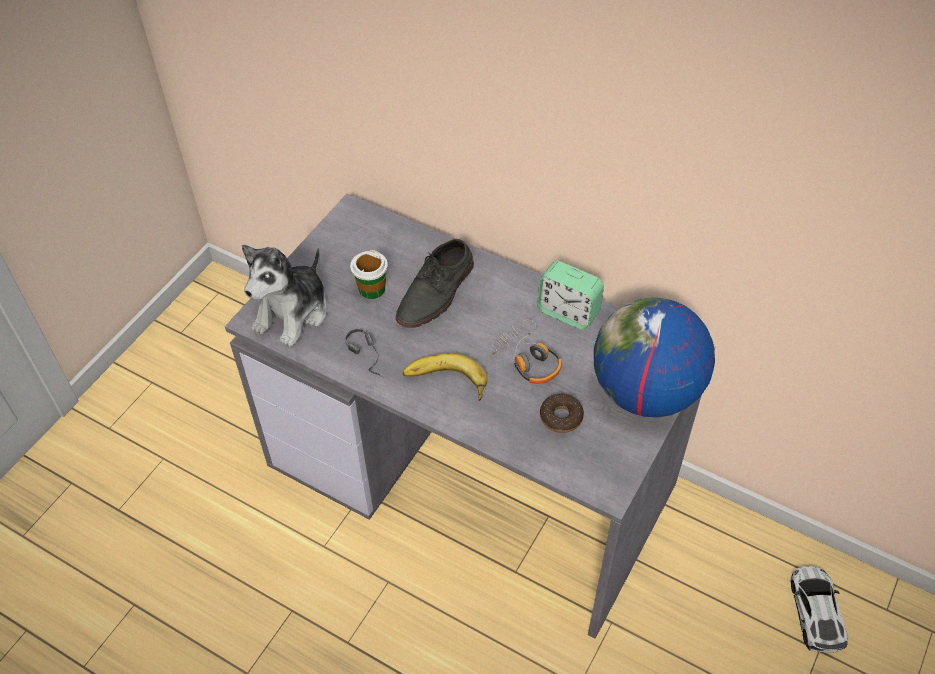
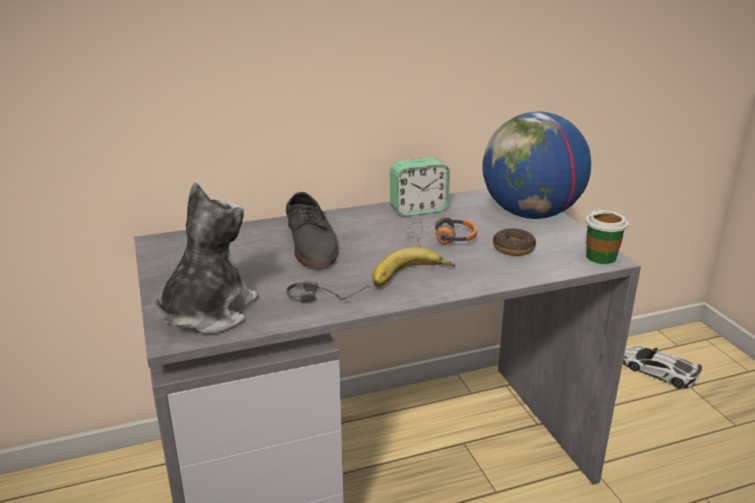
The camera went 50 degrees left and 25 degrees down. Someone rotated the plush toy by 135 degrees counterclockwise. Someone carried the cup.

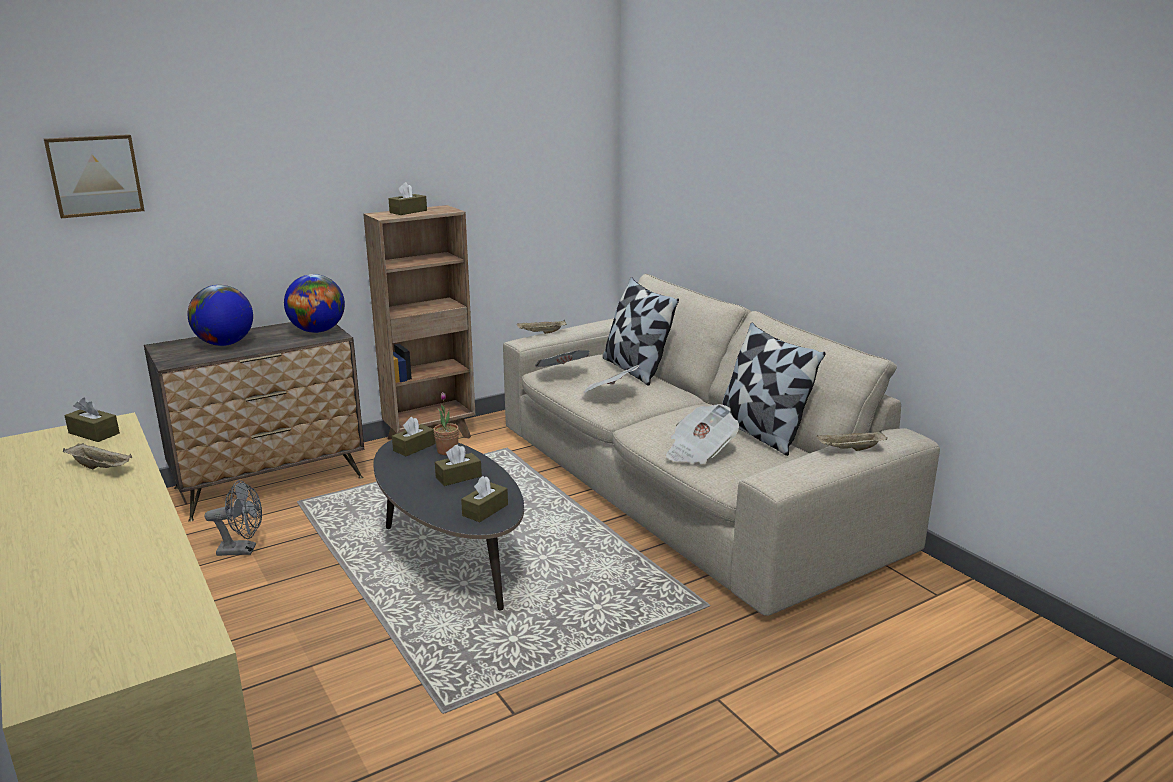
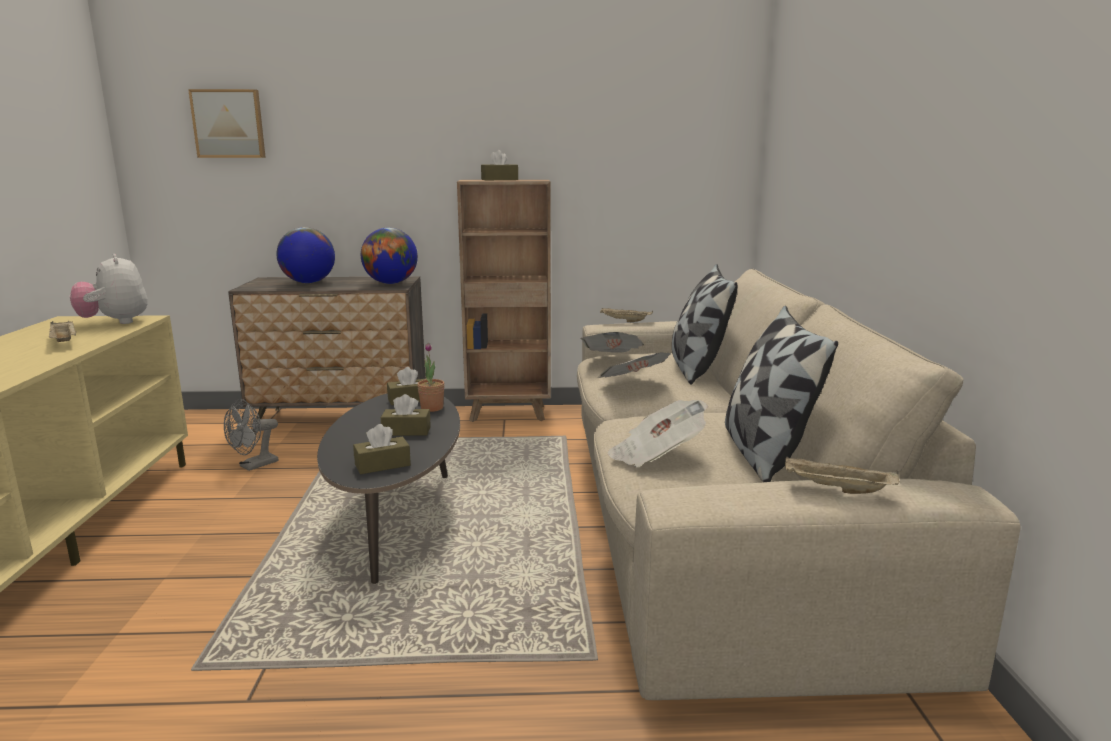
The camera went 30 degrees right and 5 degrees down. Someone swapped the brown tissue box (1st from left) for the plush toy. Someone rotated the grey fan by 105 degrees clockwise.

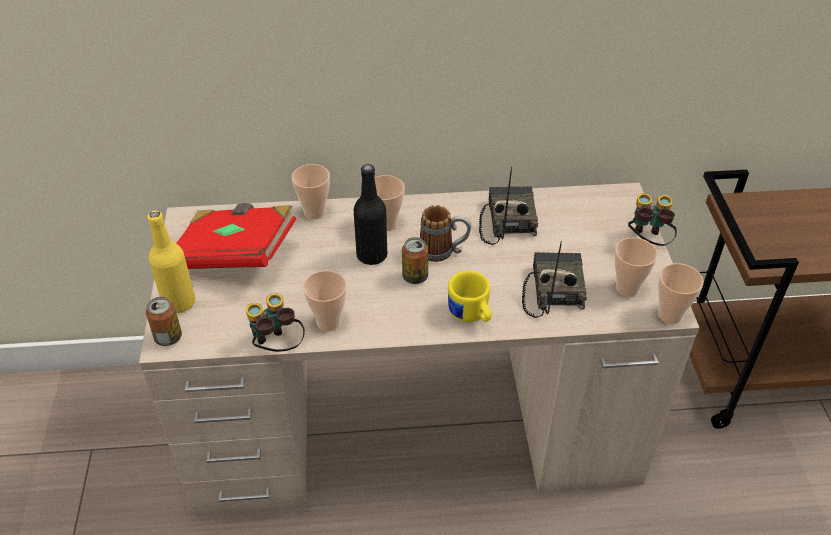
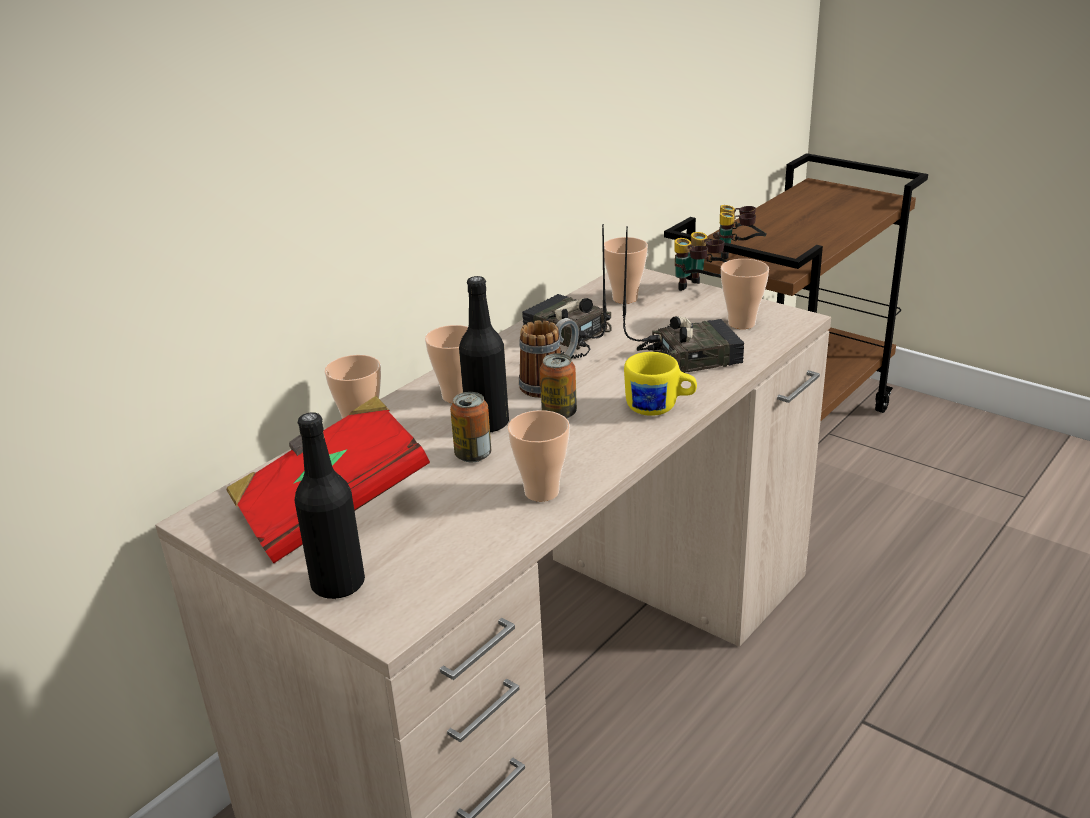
The camera went 45 degrees left and 15 degrees down. Someone carried the can (1st from left). Someone repainted the yellow bottle, which became the black bottle (1st from left). Someone carried the binoculars (1st from left in the first image). Someone rotated the radio (2nd from left) by 120 degrees clockwise. Someone carried the cup (5th from left in the first image).

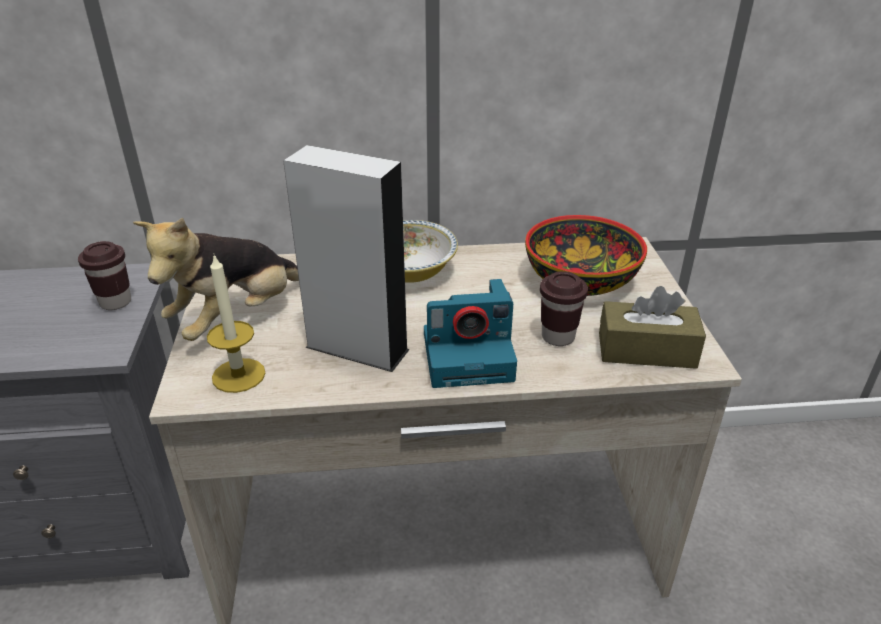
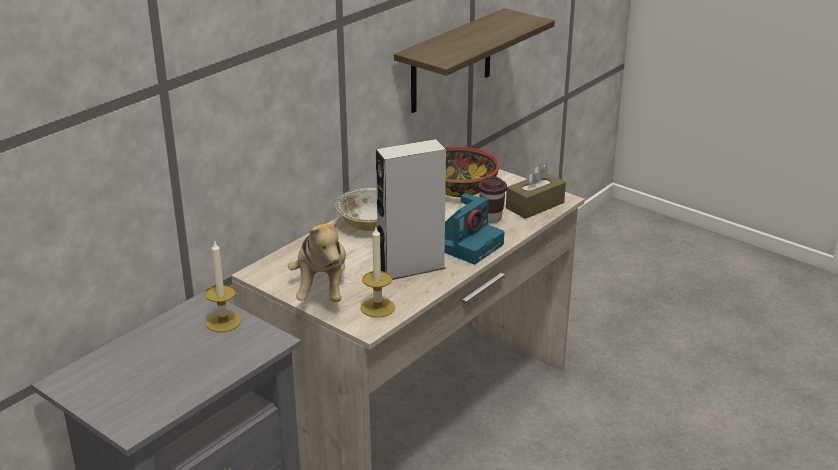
The camera went 45 degrees left and 5 degrees down. Someone swapped the brown cup (1st from left) for the candle (1st from left). Someone put up the shelf.

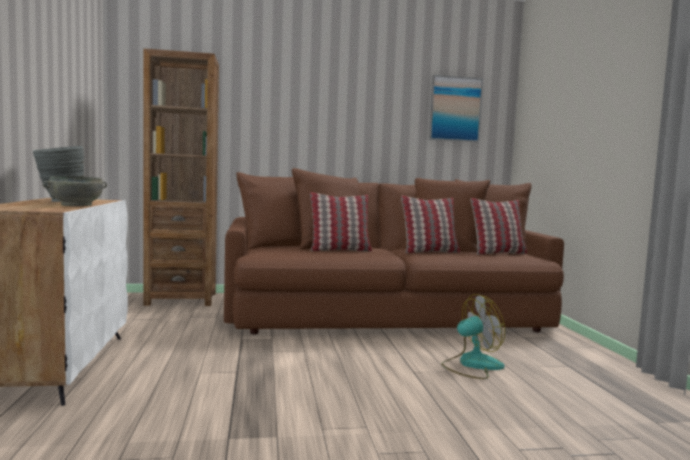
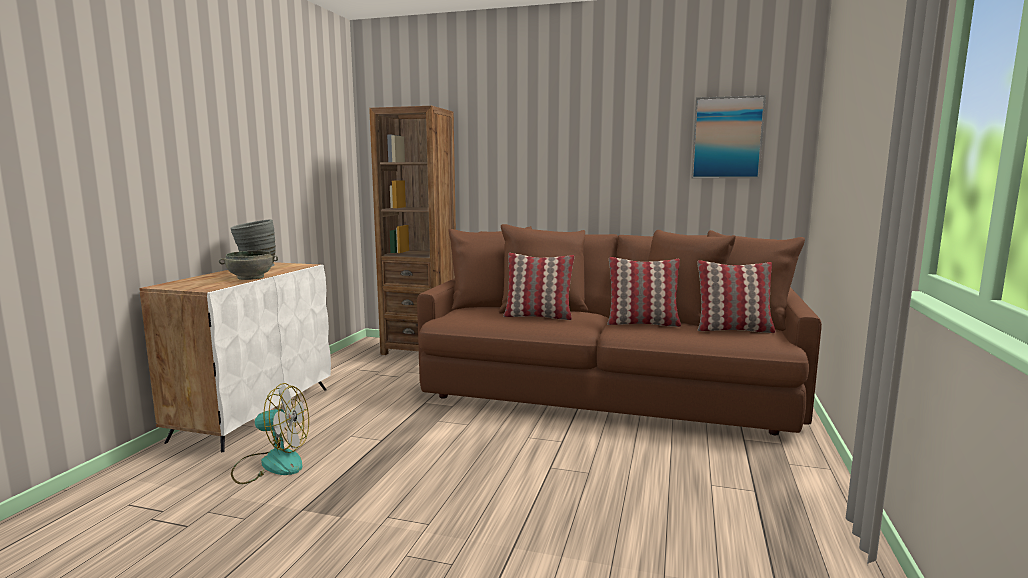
The camera went 25 degrees right and 5 degrees up. Someone carried the fan.

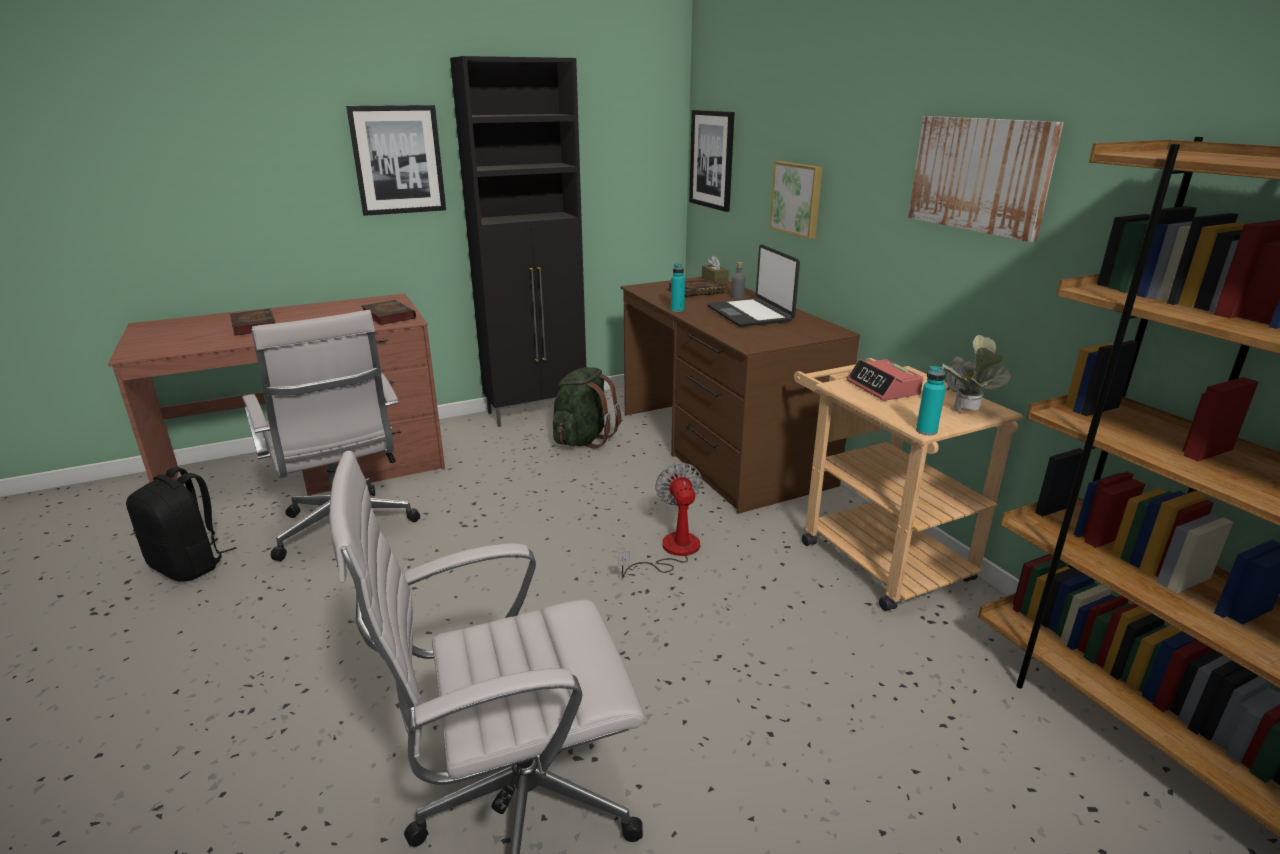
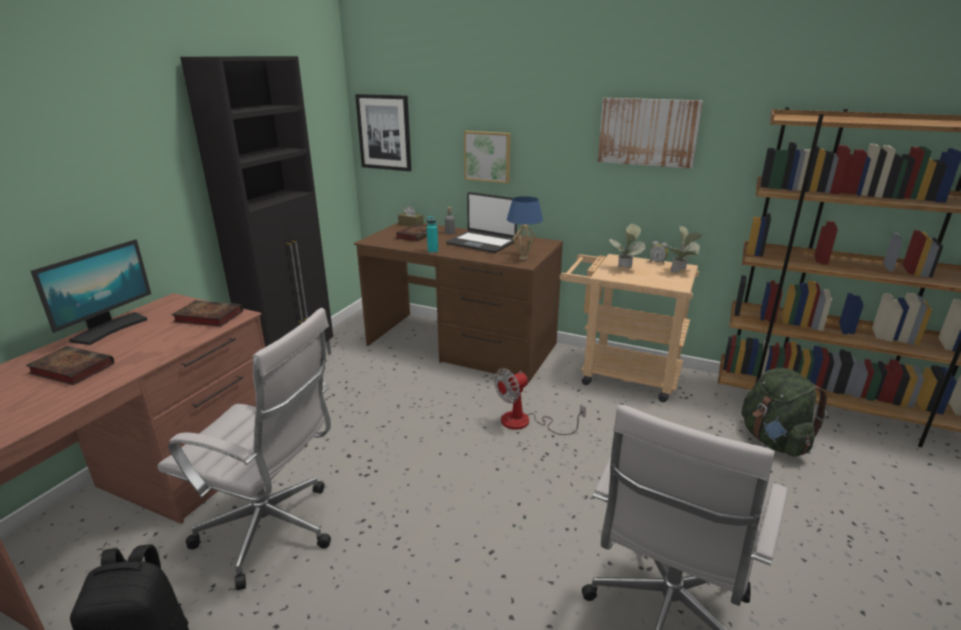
The camera went 40 degrees left and 0 degrees up. Someone took away the picture (1st from left). Someone carried the green backpack. Someone rotated the fan by 75 degrees counterclockwise. Someone swapped the alarm clock (1st from left) for the potted plant (1st from left). Someone took away the turquoise bottle (2nd from left). Someone put down the monitor. Someone put down the blue table lamp.

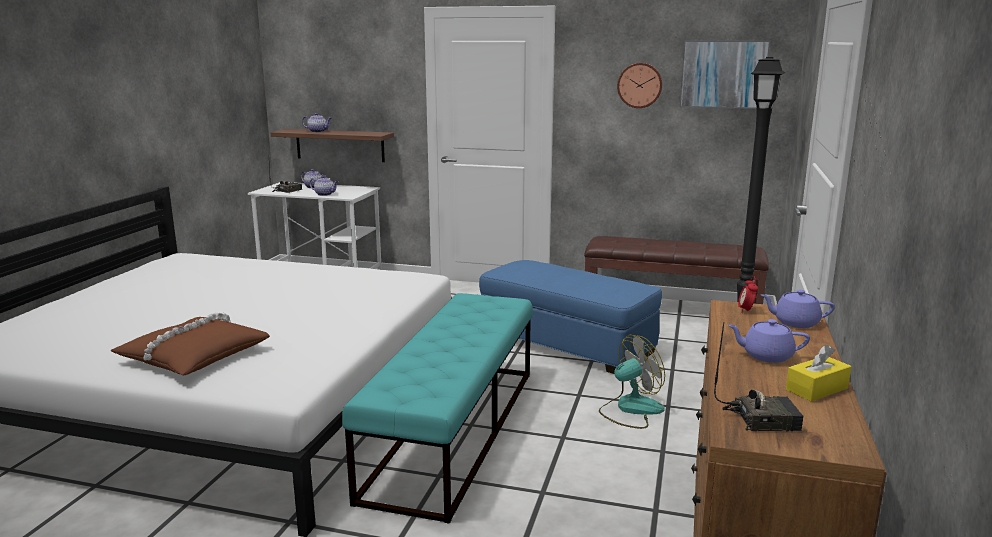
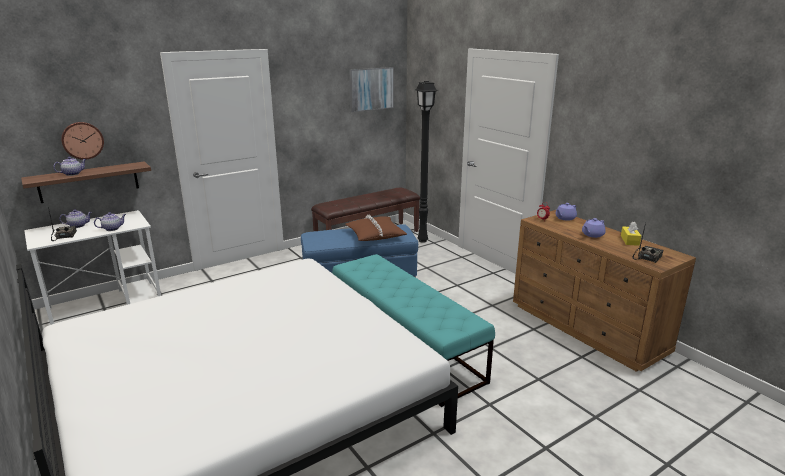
The camera went 50 degrees left and 5 degrees up. Someone carried the brown pillow. Someone took away the fan. Someone carried the wall clock.

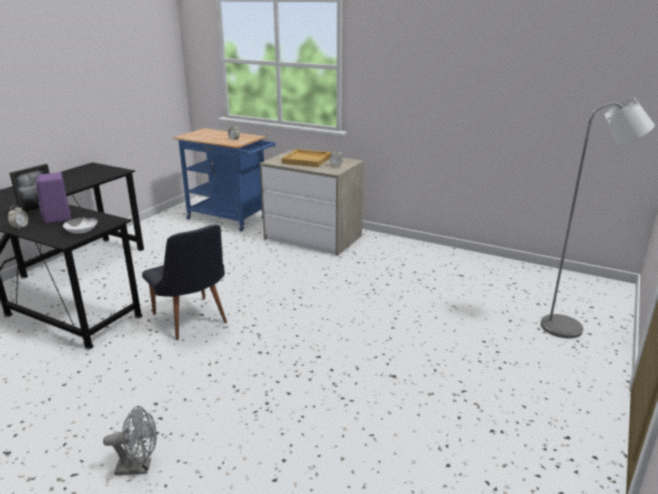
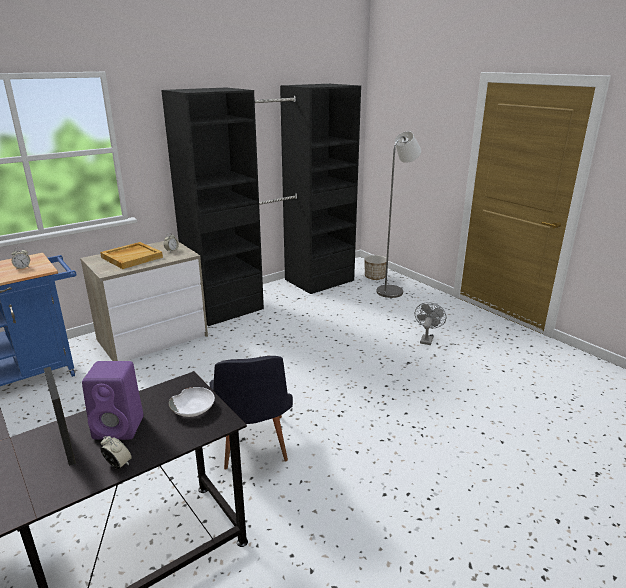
The camera went 65 degrees left and 0 degrees up. Someone carried the grey fan. Someone rotated the black chair by 90 degrees clockwise. Someone put down the black wardrobe. Someone put down the planter.

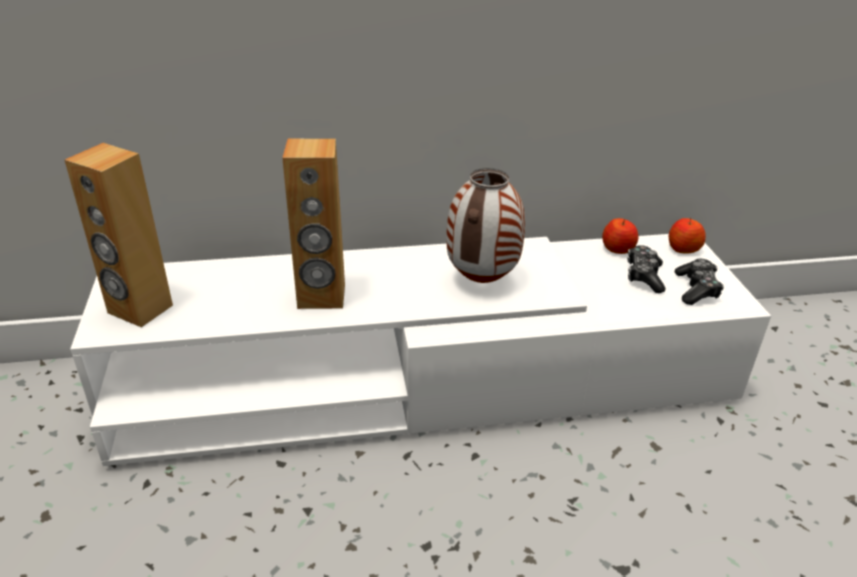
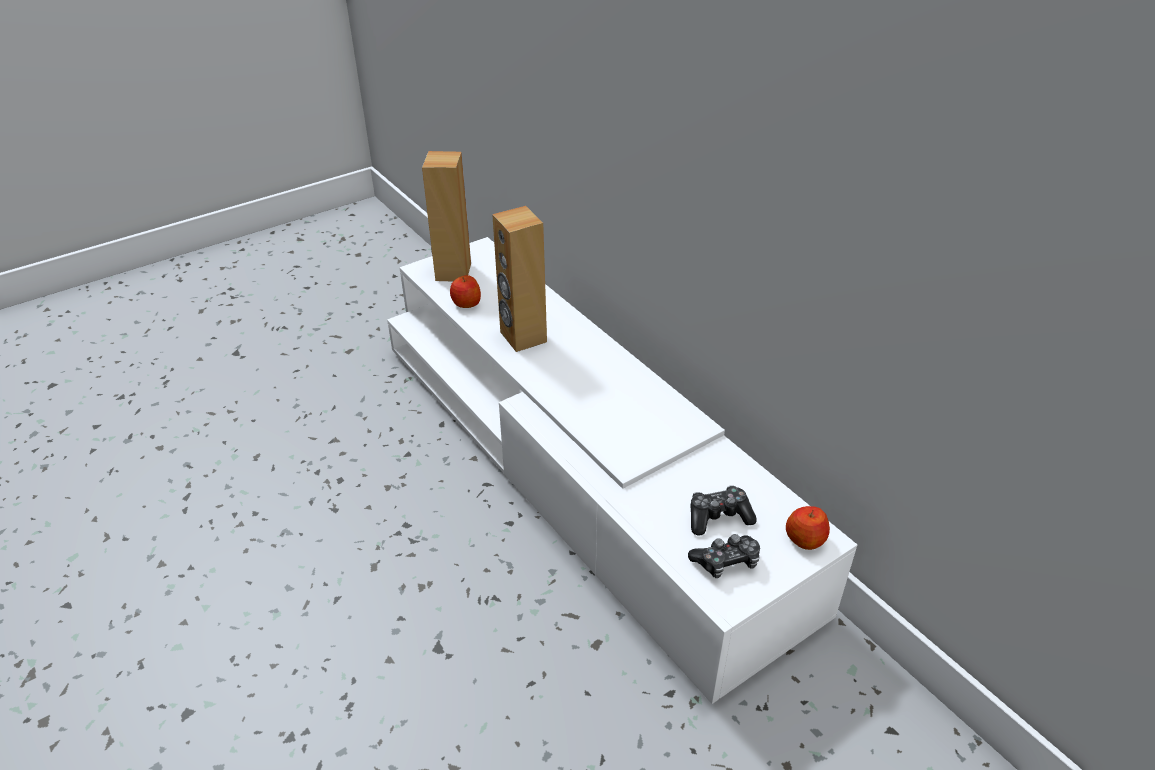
The camera went 65 degrees right and 5 degrees up. Someone took away the vase. Someone carried the apple (1st from left).

